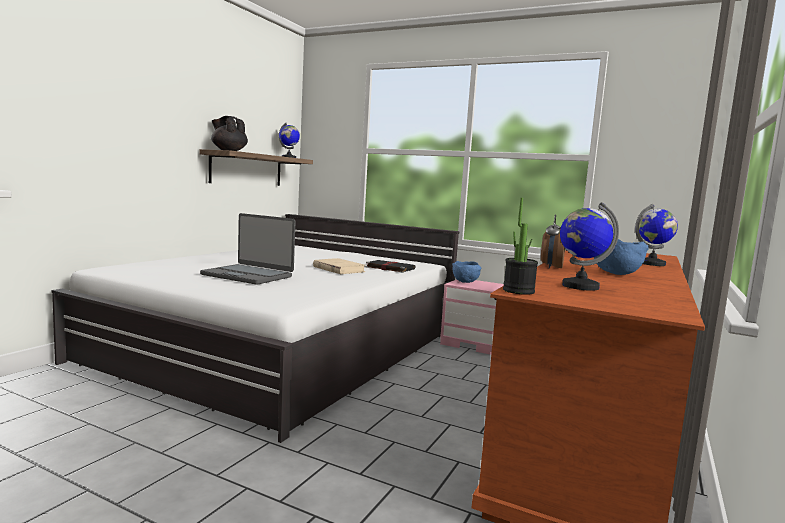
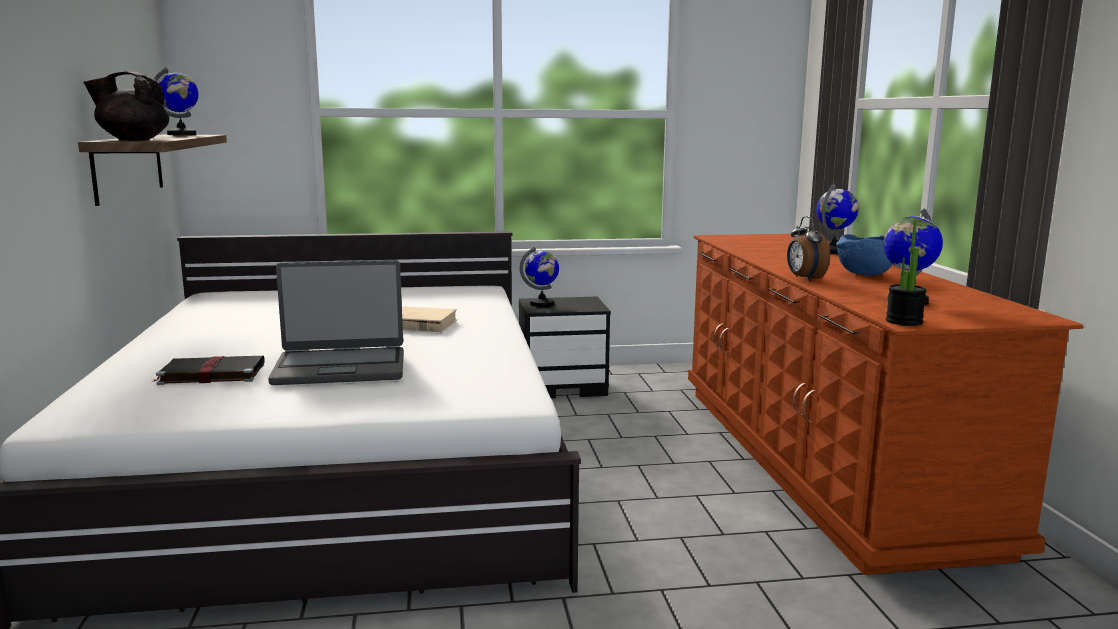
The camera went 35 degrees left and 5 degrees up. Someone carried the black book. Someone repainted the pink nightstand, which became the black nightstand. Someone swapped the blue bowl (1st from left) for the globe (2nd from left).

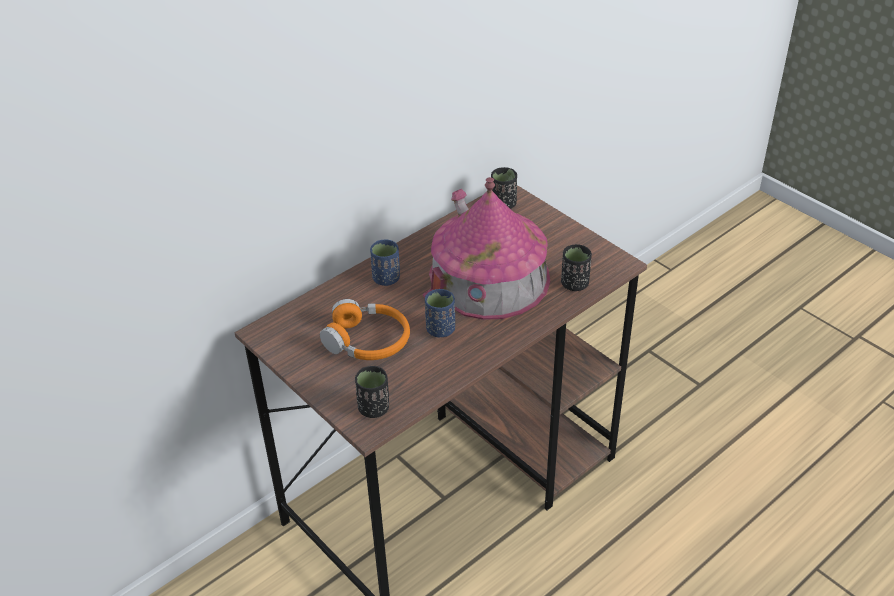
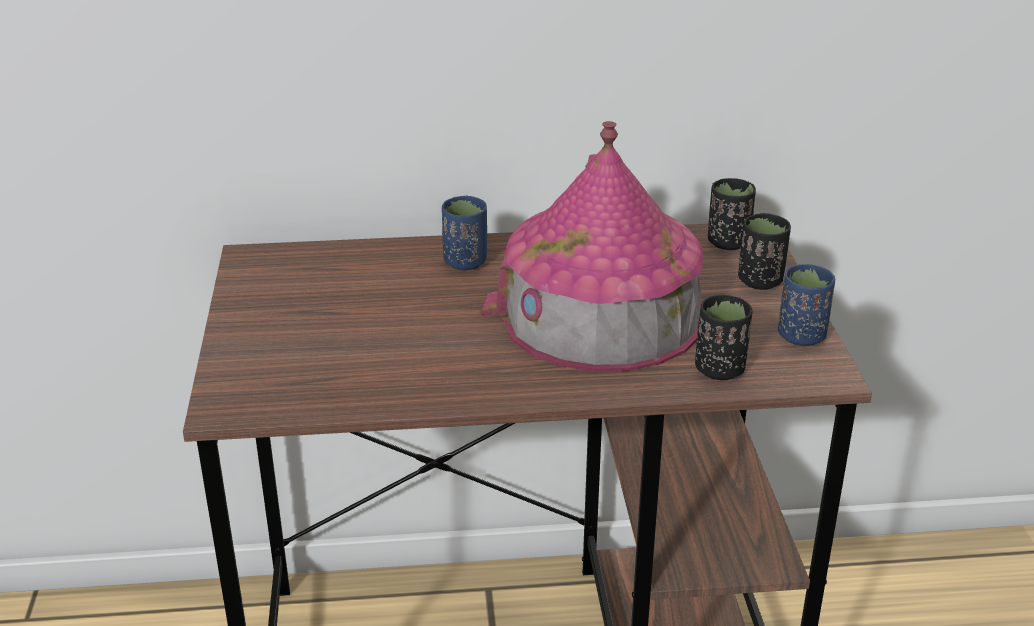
The camera went 35 degrees right and 10 degrees down. Someone took away the orange headphones. Someone carried the black cup (1st from left in the first image). Someone carried the blue cup (2nd from left).

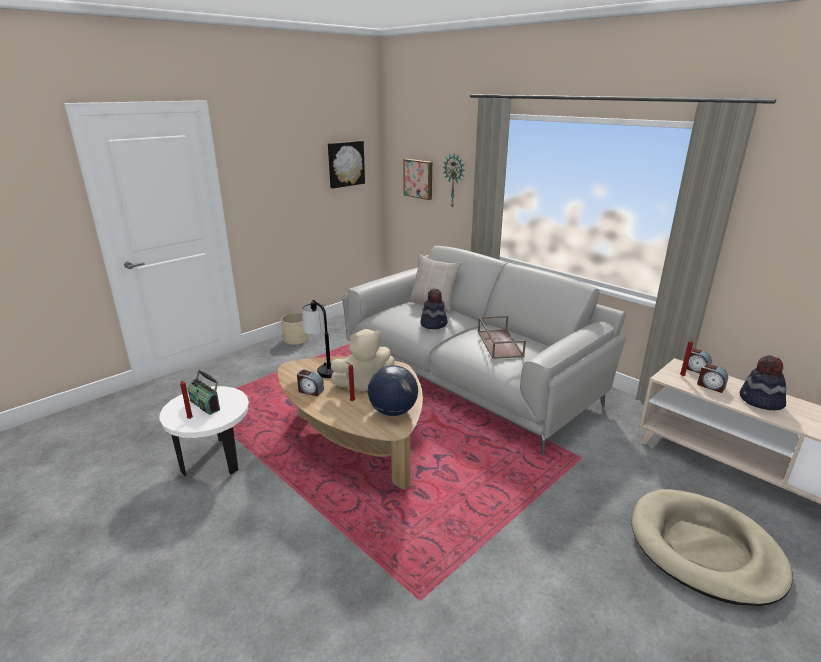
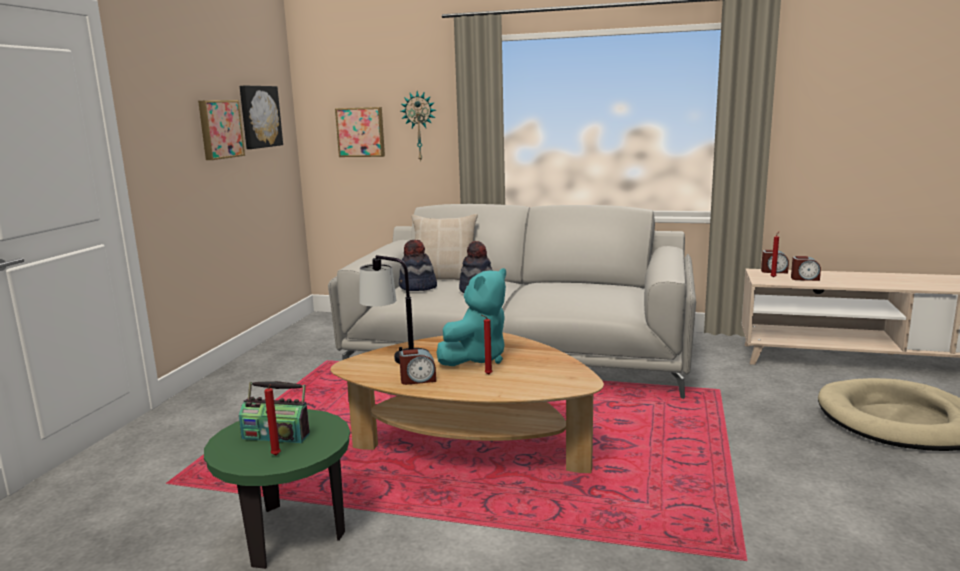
The camera went 30 degrees left and 10 degrees down. Someone repainted the white side table, which became the green side table. Someone took away the beige planter. Someone repainted the beige plush toy, which became the turquoise plush toy. Someone took away the globe. Someone took away the brown tray. Someone carried the hat (2nd from left in the first image). Someone put up the picture (1st from left).

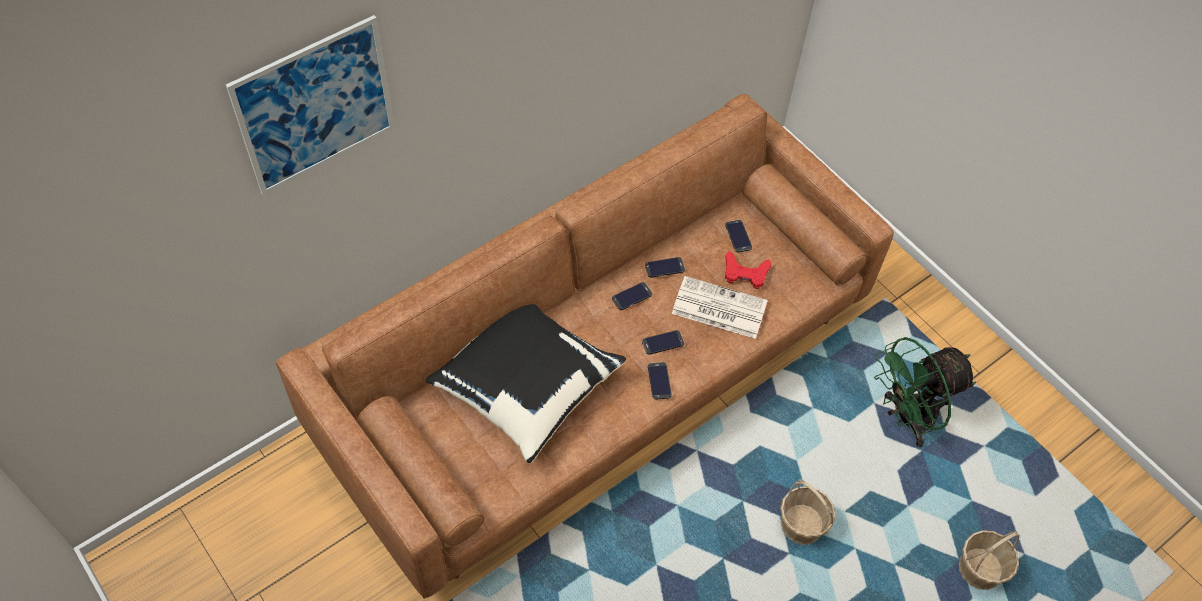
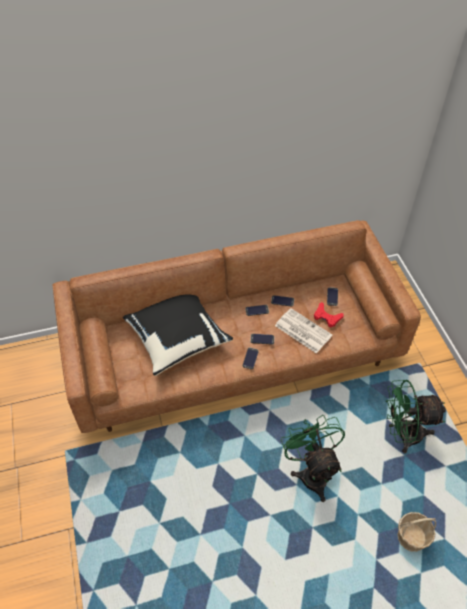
The camera went 25 degrees right and 5 degrees down. Someone took away the picture. Someone swapped the basket (1st from left) for the green fan (1st from left).

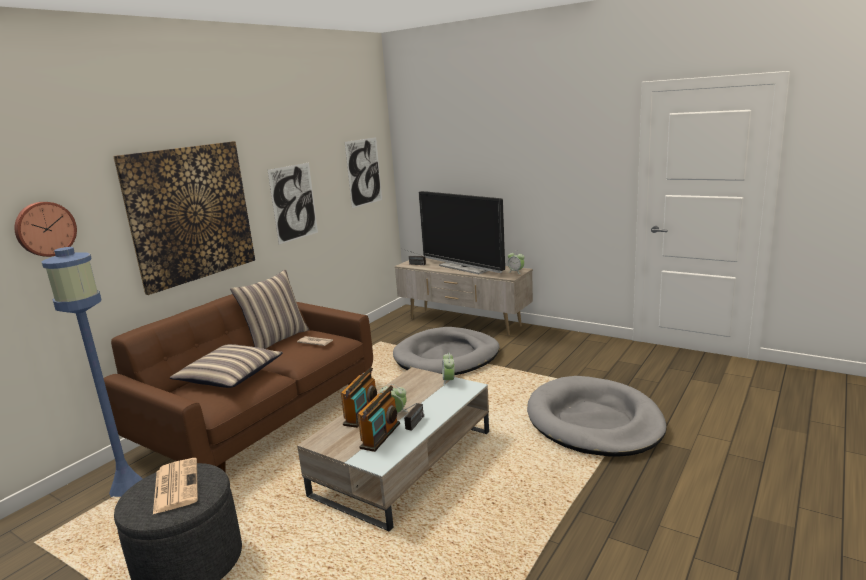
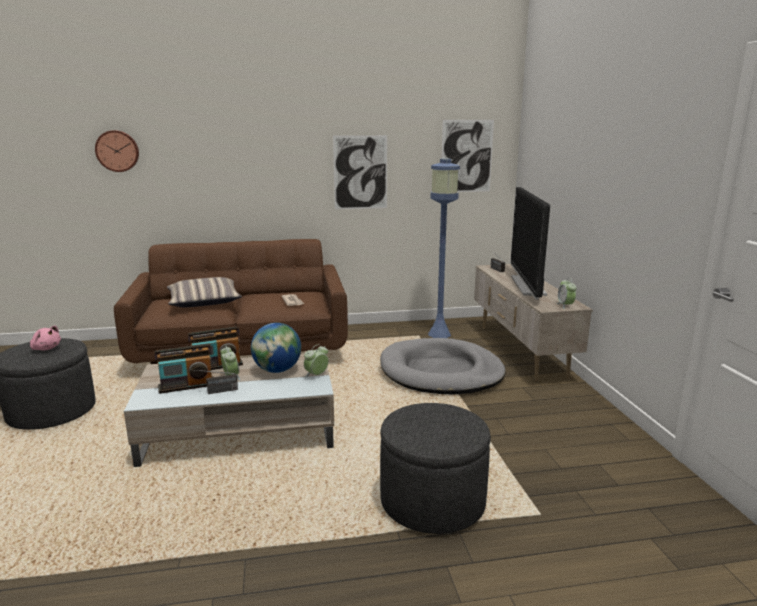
The camera went 45 degrees right and 0 degrees up. Someone carried the blue floor lamp. Someone took away the picture (1st from left). Someone swapped the newspaper (1st from left) for the pink plush toy. Someone took away the pillow (2nd from left). Someone swapped the grey dog bed (2nd from left) for the grey ottoman (2nd from left). Someone put down the globe.

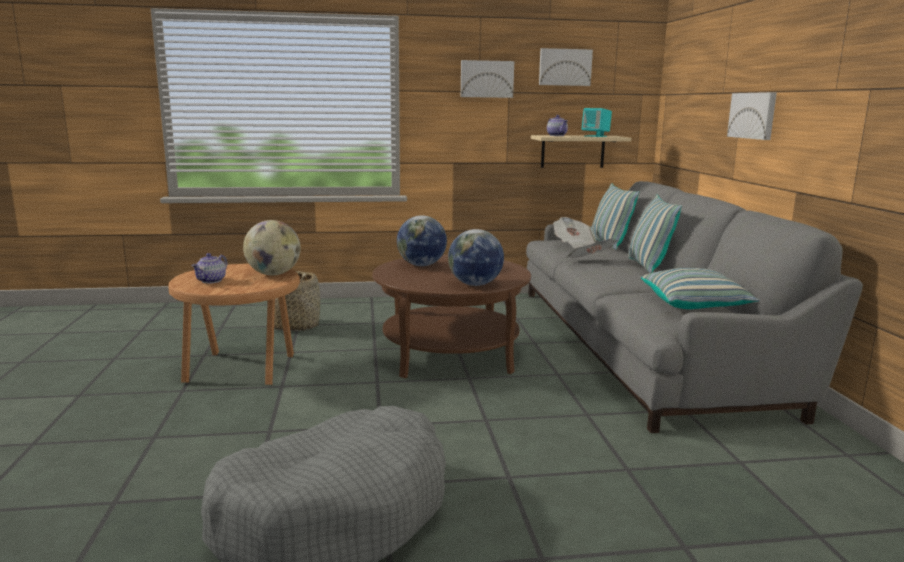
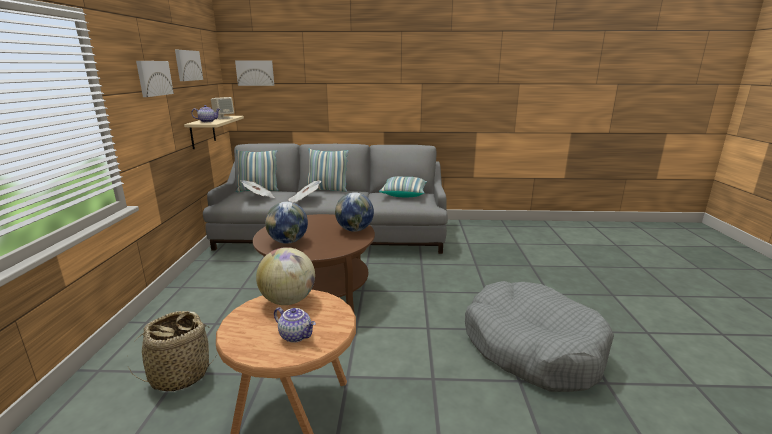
The camera went 80 degrees left and 5 degrees up. Someone repainted the turquoise speaker, which became the beige speaker. Someone carried the picture (3rd from left).

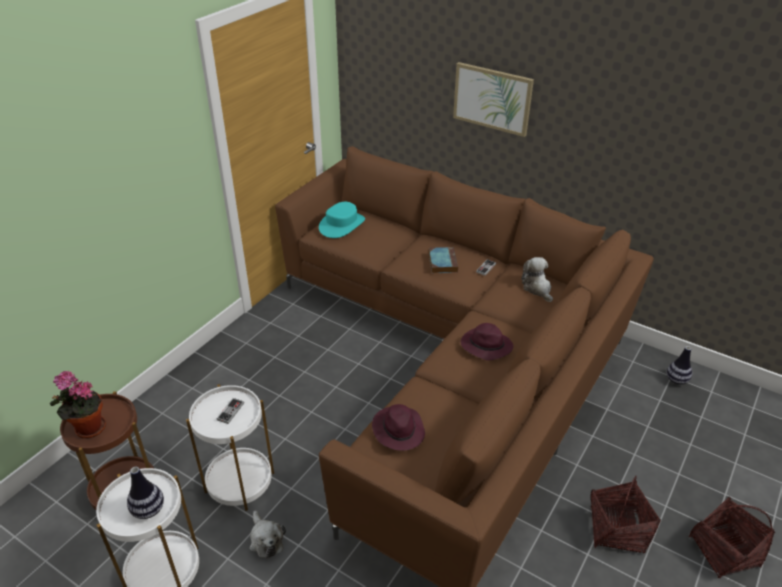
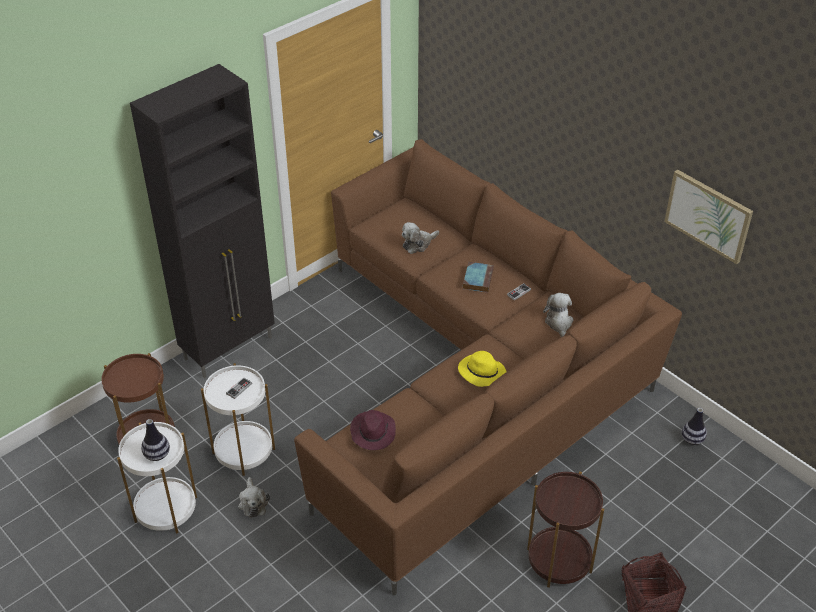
The camera went 15 degrees right and 5 degrees up. Someone took away the potted plant. Someone took away the turquoise hat. Someone carried the picture. Someone repainted the purple hat (2nd from left), which became the yellow hat. Someone swapped the basket (1st from left) for the brown side table (2nd from left). Someone put down the black cabinet. Someone put down the plush toy (2nd from left).

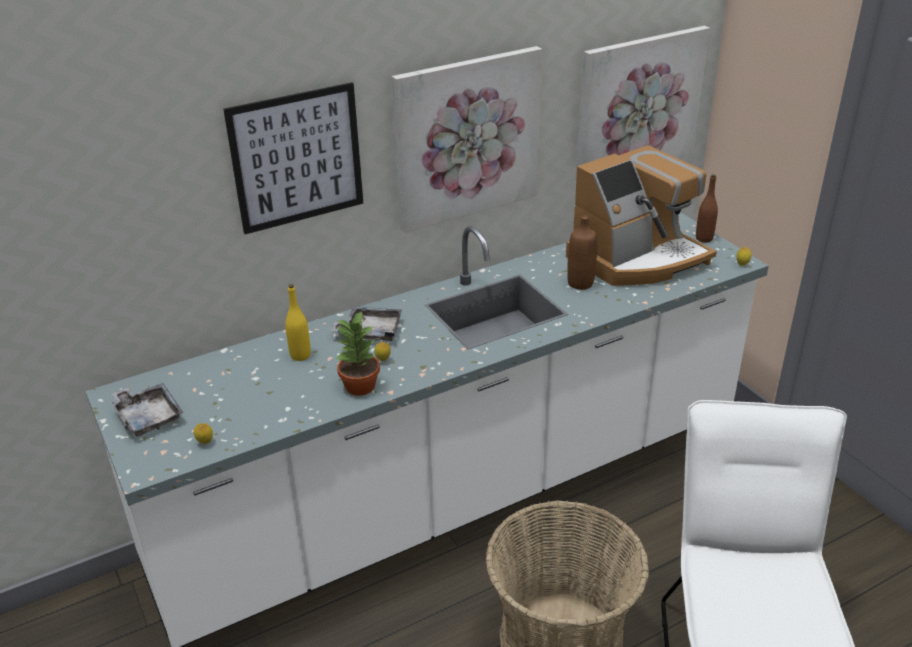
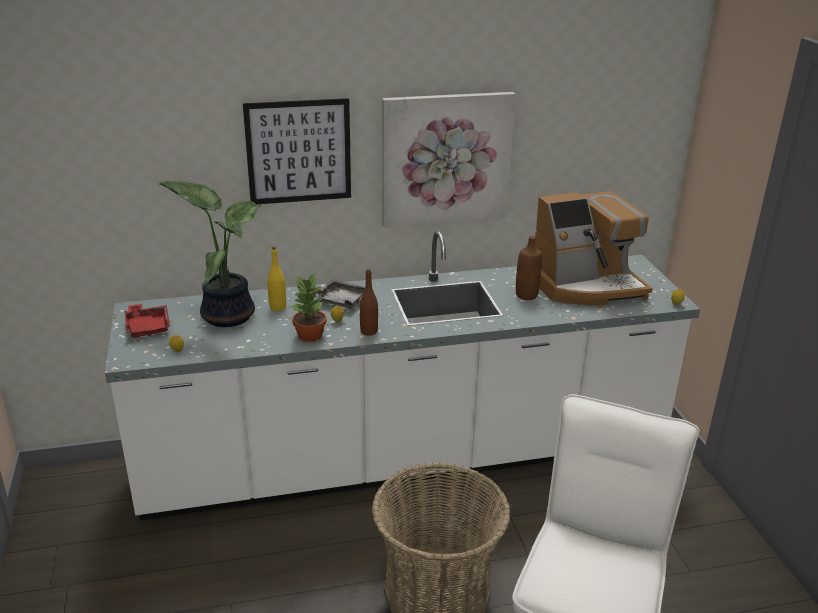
The camera went 15 degrees right and 5 degrees down. Someone repainted the grey tray (1st from left), which became the red tray. Someone took away the picture (3rd from left). Someone carried the brown bottle (2nd from left in the first image). Someone put down the potted plant (1st from left).

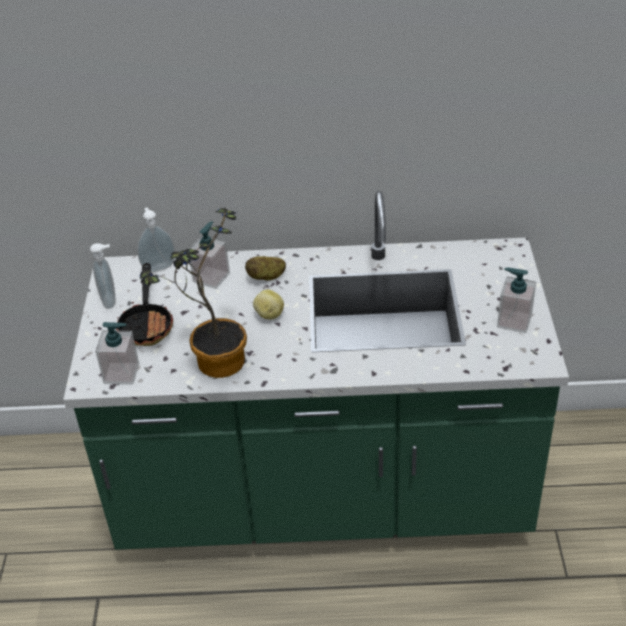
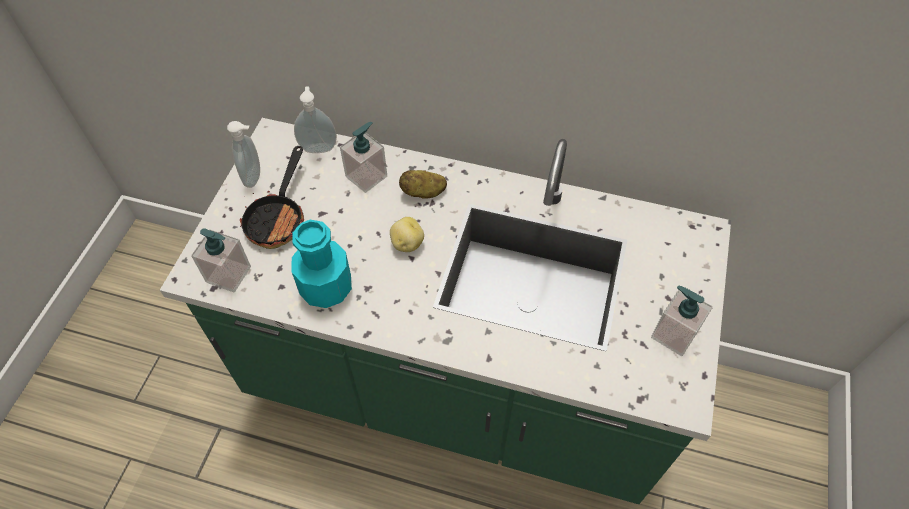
The camera went 15 degrees right and 15 degrees up. Someone swapped the potted plant for the turquoise bottle.

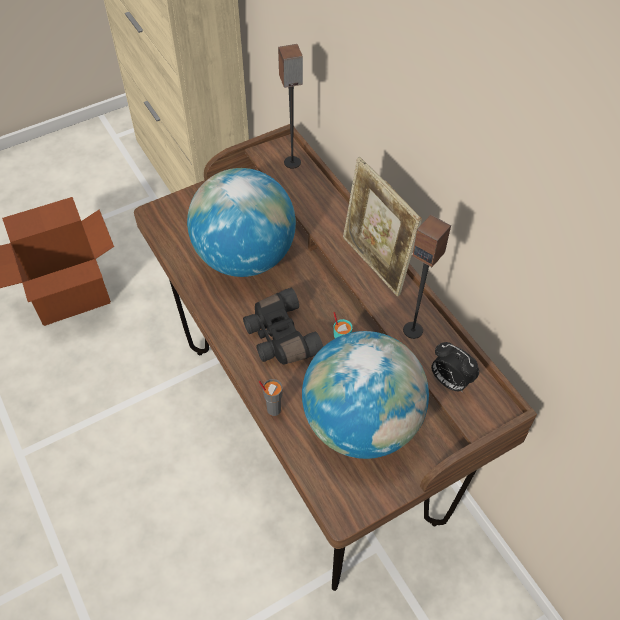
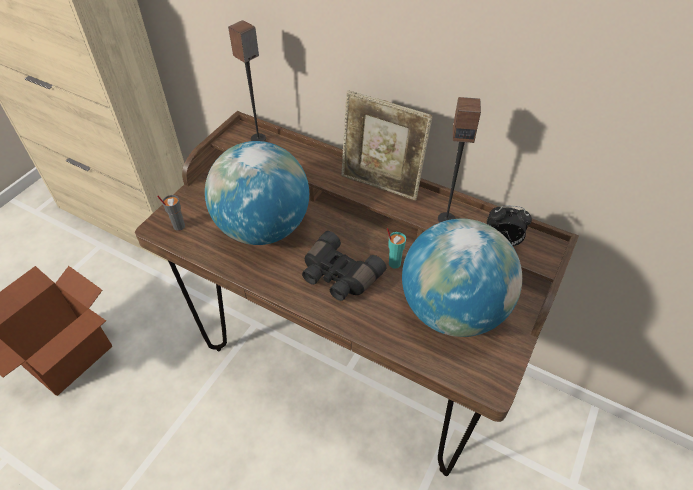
The camera went 30 degrees left and 5 degrees down. Someone carried the grey cup.

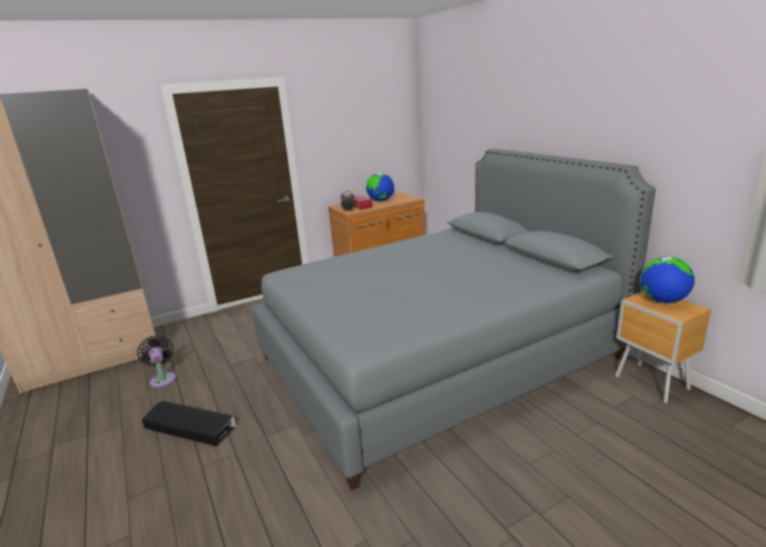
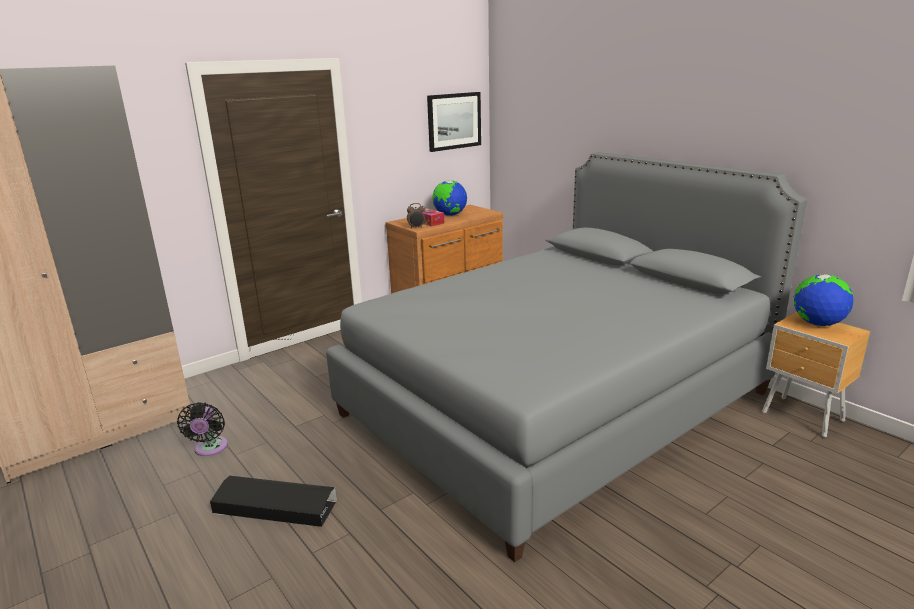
The camera went 10 degrees left and 0 degrees up. Someone rotated the black fan by 150 degrees counterclockwise. Someone put up the picture.

